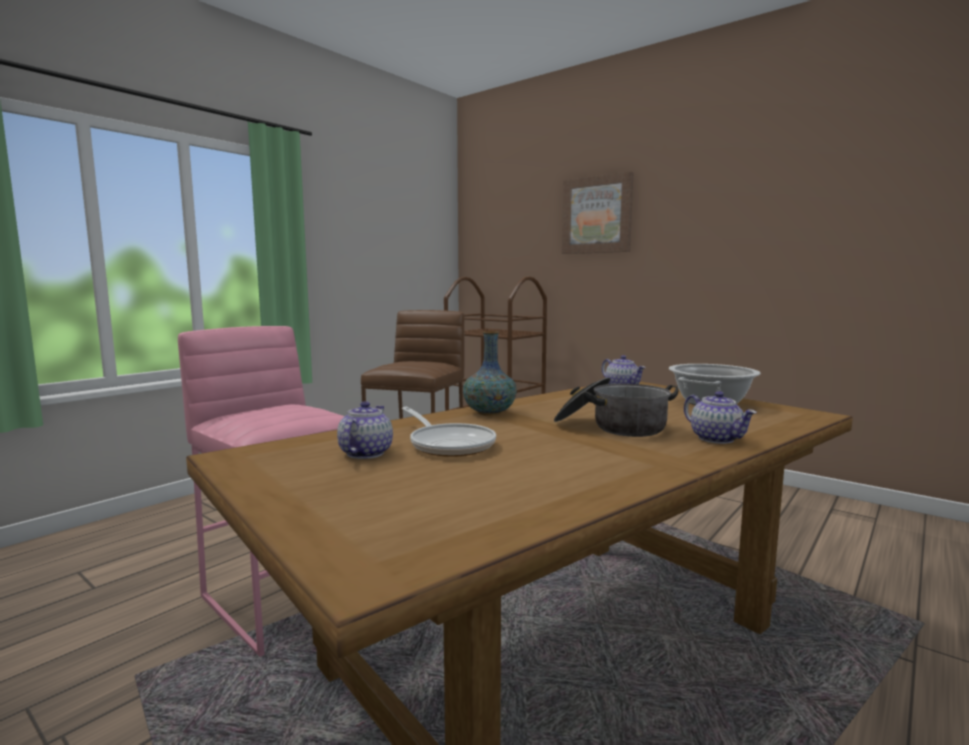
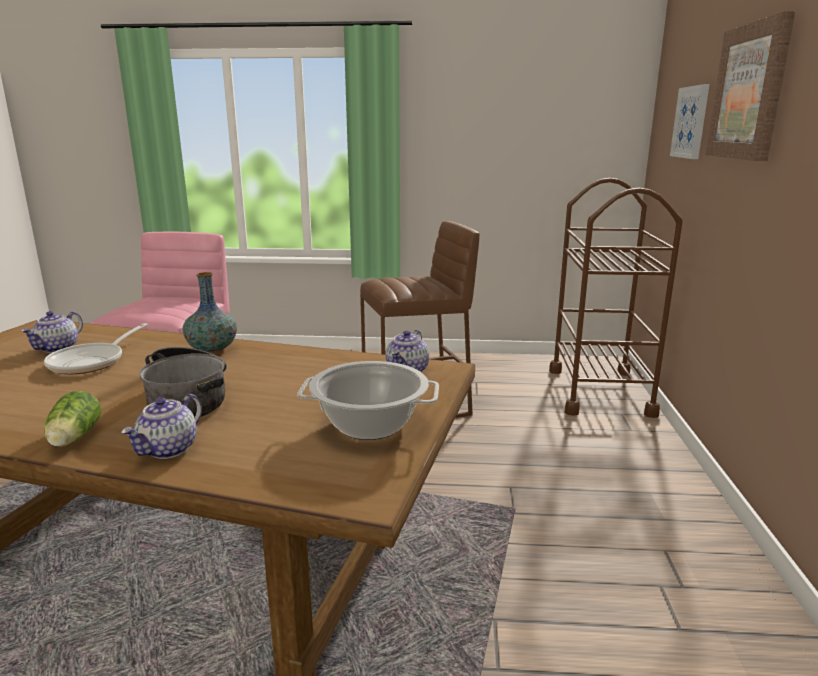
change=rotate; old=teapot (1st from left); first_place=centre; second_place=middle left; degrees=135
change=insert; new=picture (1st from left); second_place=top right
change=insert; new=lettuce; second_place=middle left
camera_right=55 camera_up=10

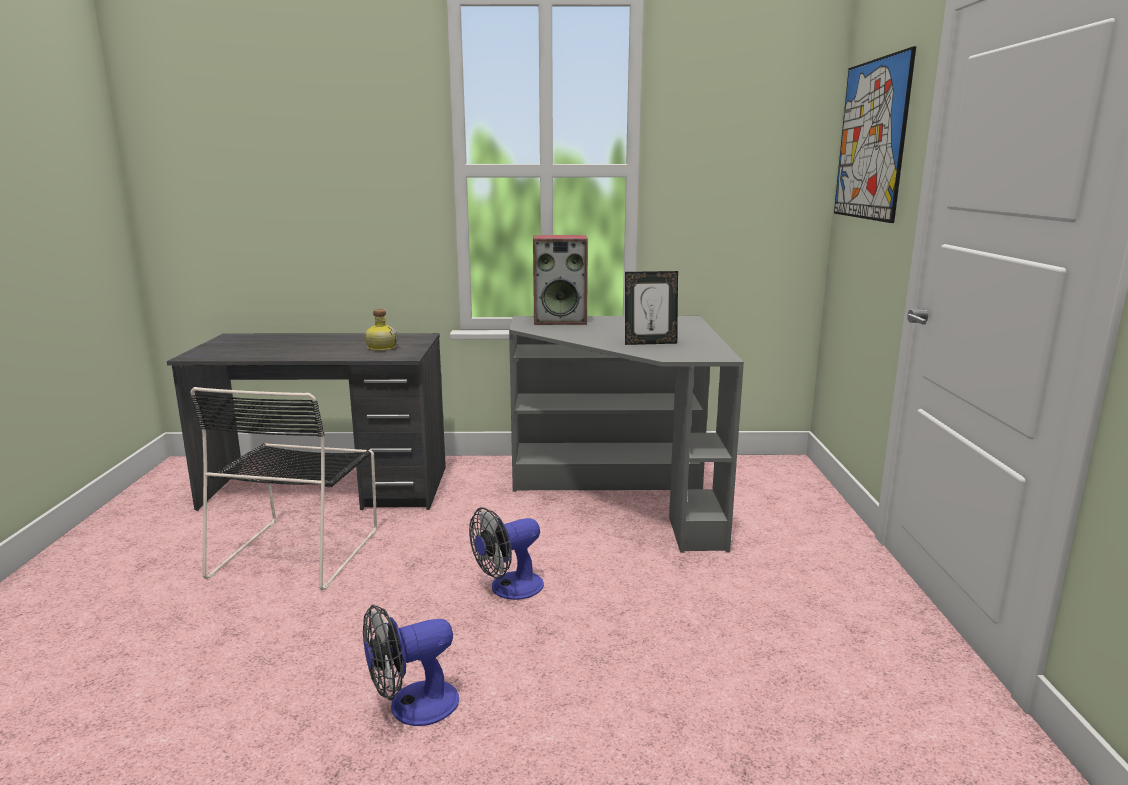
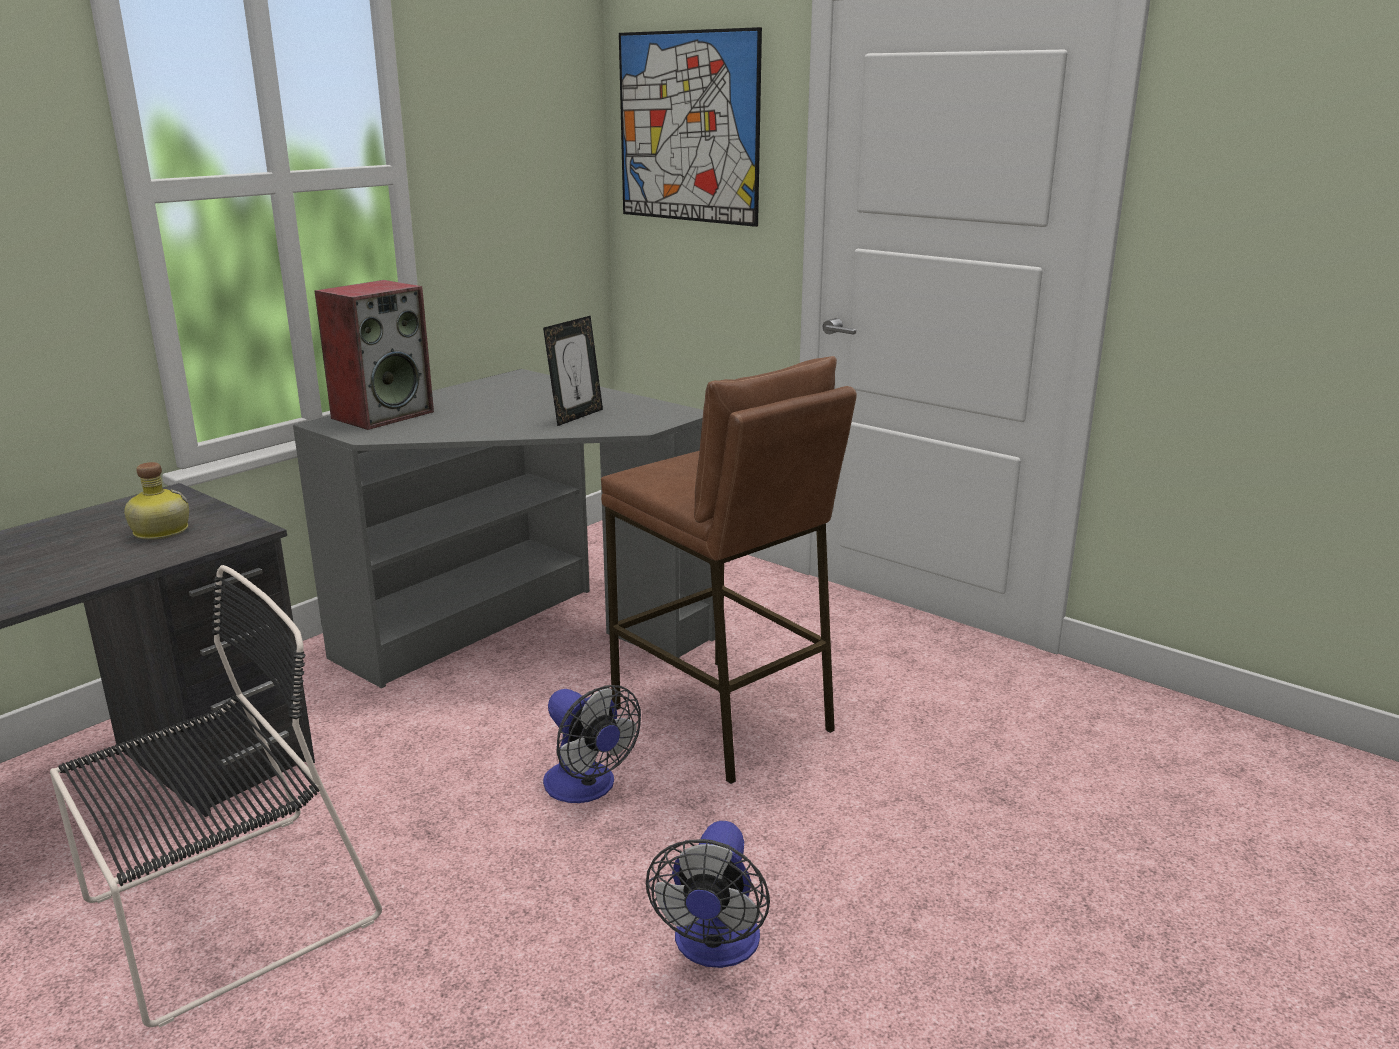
change=rotate; old=chair (black); first_place=middle left; second_place=bottom left; degrees=-90
change=rotate; old=fan (2nd from left in the first image); first_place=bottom centre; second_place=bottom centre; degrees=-45
change=insert; new=stool (brown); second_place=centre
camera_right=-50 camera_up=5

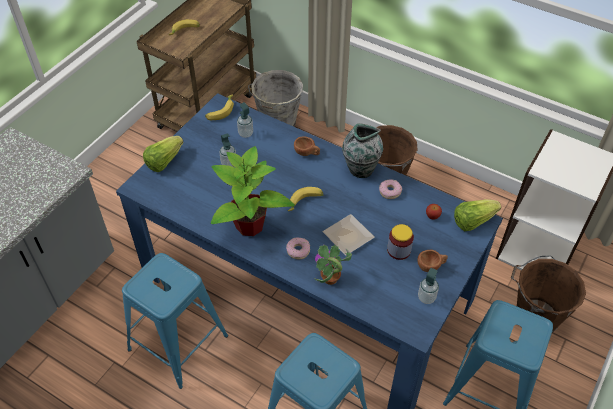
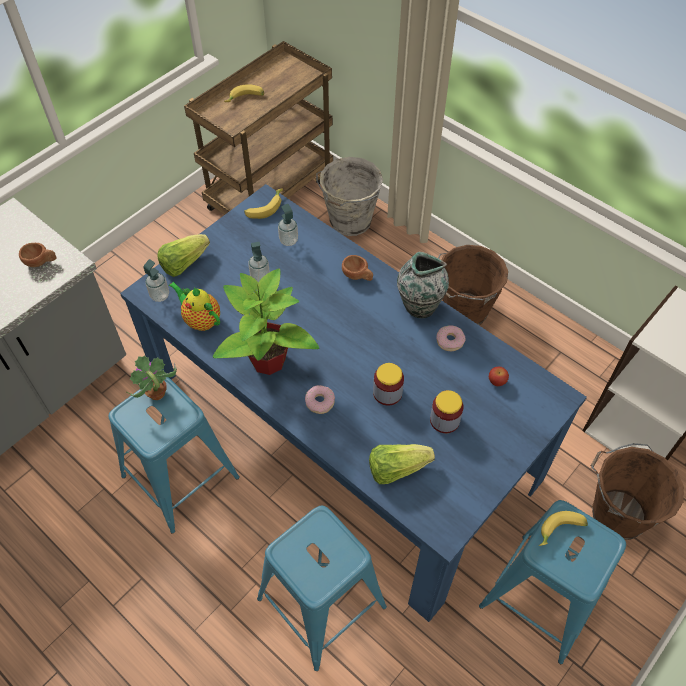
change=move; old=banana (3rd from left); first_place=centre; second_place=bottom right
change=move; old=lettuce (2nd from left); first_place=middle right; second_place=bottom centre
change=replace; old=plate; new=jar (1st from left); first_place=centre; second_place=centre
change=move; old=potted plant (2nd from left in the first image); new=potted plant (1st from left); first_place=centre; second_place=middle left
change=move; old=cup (brown) (2nd from left in the first image); new=cup (brown) (1st from left); first_place=middle right; second_place=middle left
change=move; old=soap dispenser (3rd from left in the first image); new=soap dispenser (1st from left); first_place=bottom right; second_place=middle left
change=insert; new=teapot; second_place=middle left
camera_right=10 camera_up=5

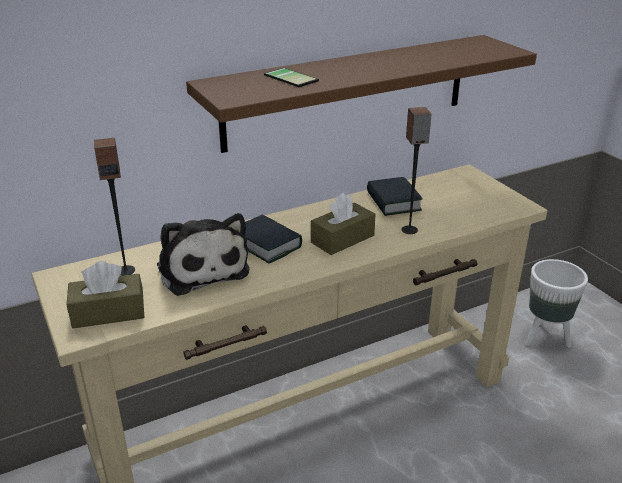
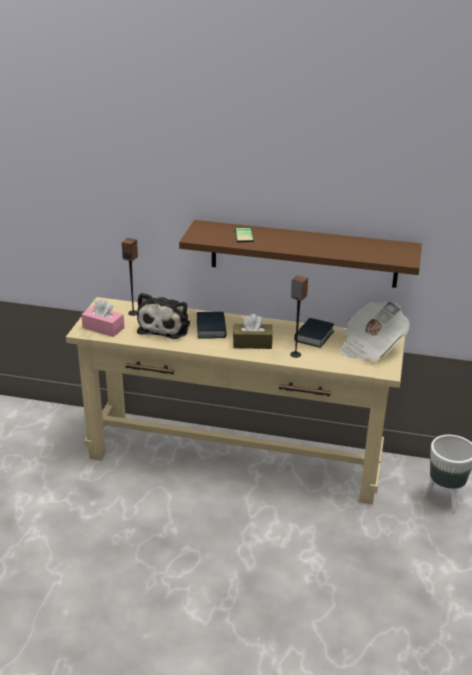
change=recolor; old=tissue box (brown) (1st from left); new=tissue box (pink); first_place=middle left; second_place=middle left
change=insert; new=newspaper; second_place=middle right
camera_right=40 camera_up=0

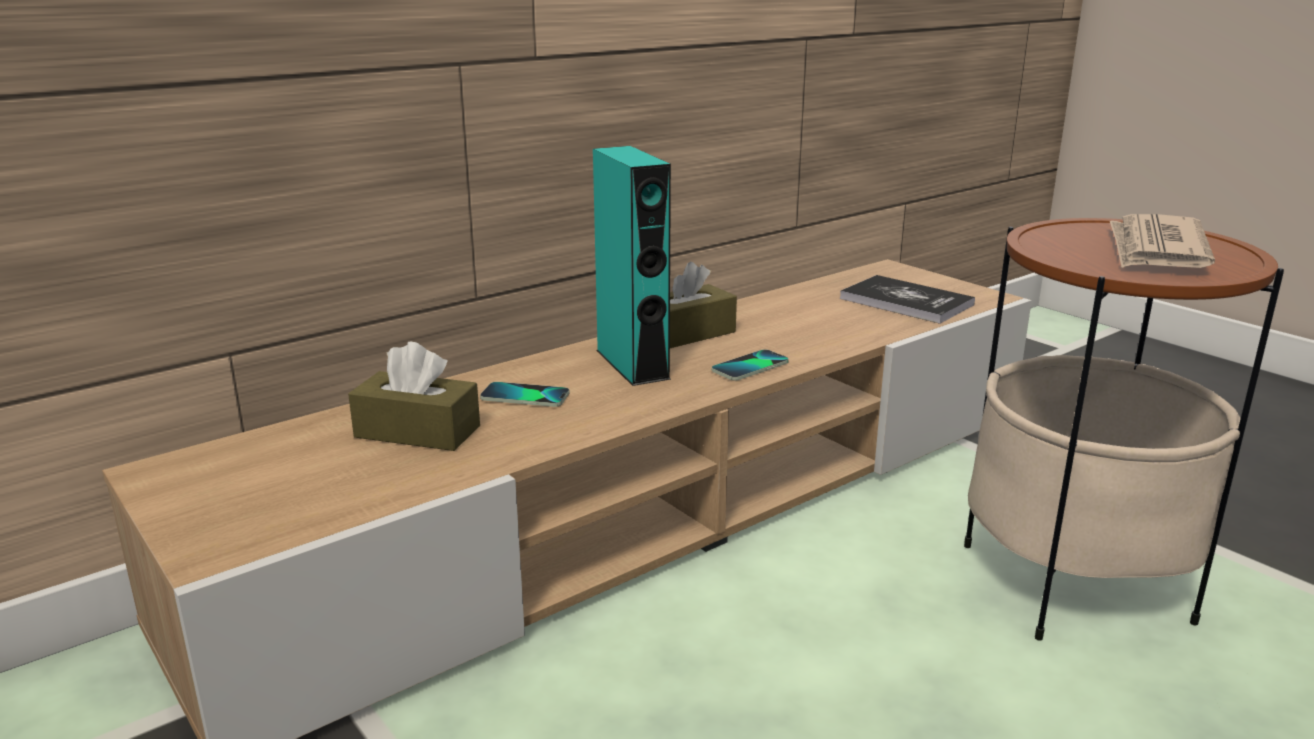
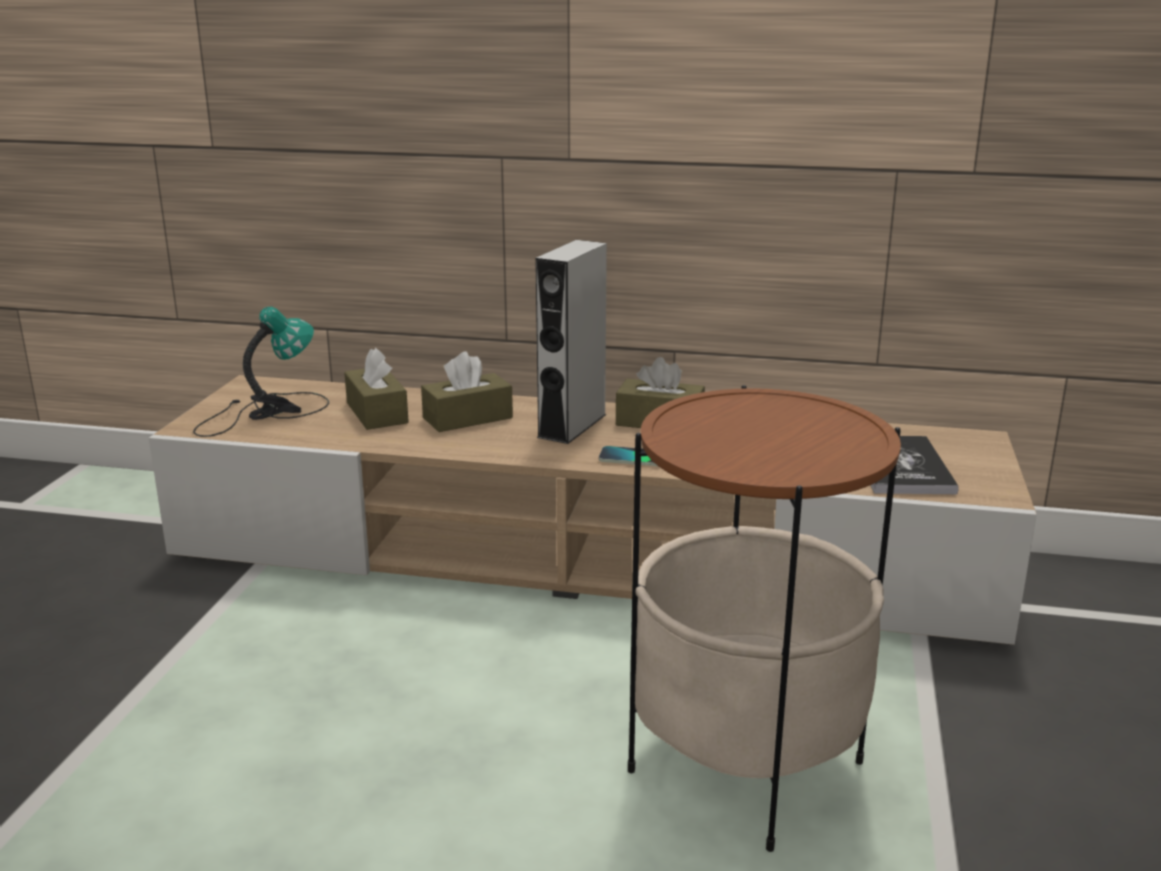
change=recolor; old=speaker (turquoise); new=speaker (grey); first_place=centre; second_place=centre
change=delete; old=newspaper; first_place=top right
change=replace; old=phone (1st from left); new=tissue box (brown) (2nd from left); first_place=centre; second_place=centre
change=insert; new=table lamp; second_place=middle left
camera_right=50 camera_up=0

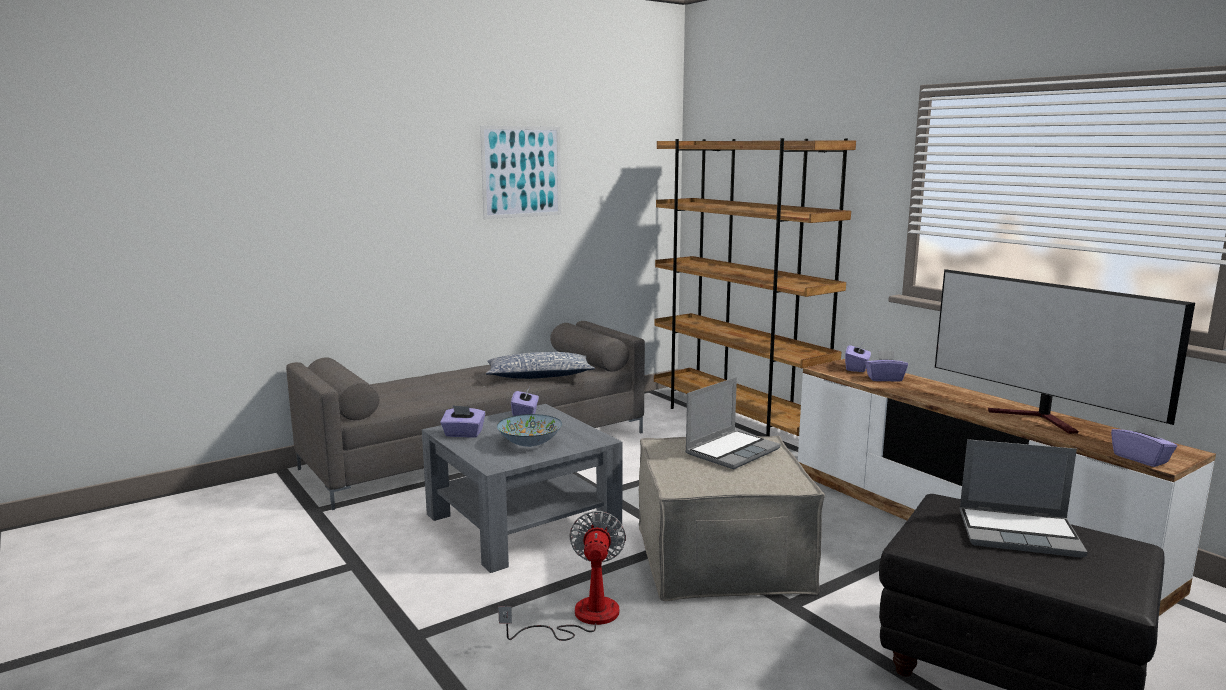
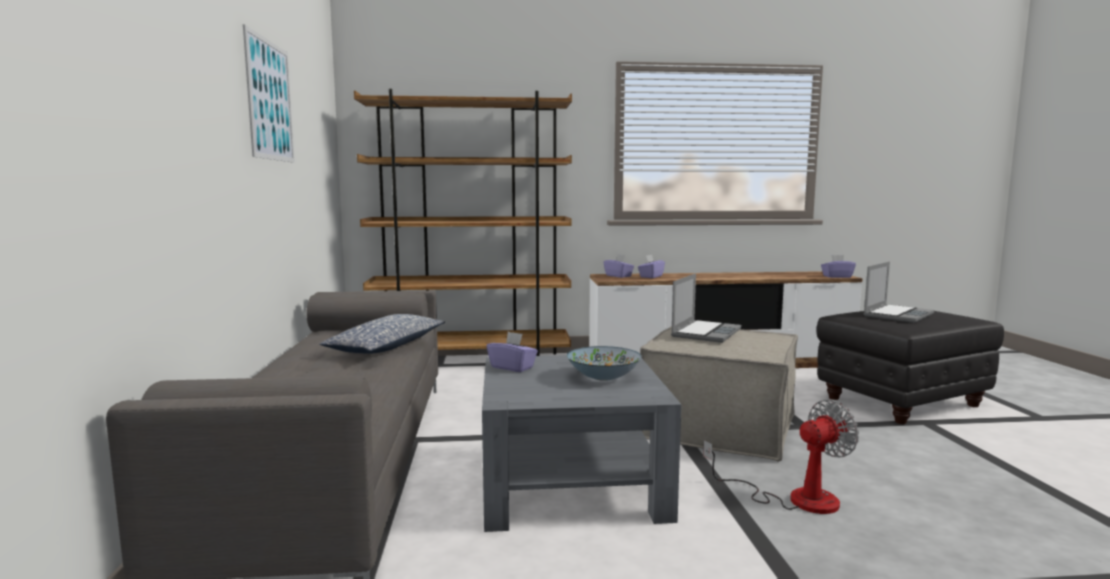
change=delete; old=television; first_place=middle right
change=rotate; old=laptop (1st from left); first_place=centre; second_place=centre; degrees=45
change=delete; old=tissue box (purple) (1st from left); first_place=centre
change=rotate; old=fan; first_place=bottom centre; second_place=bottom right; degrees=120
camera_right=-60 camera_up=-5

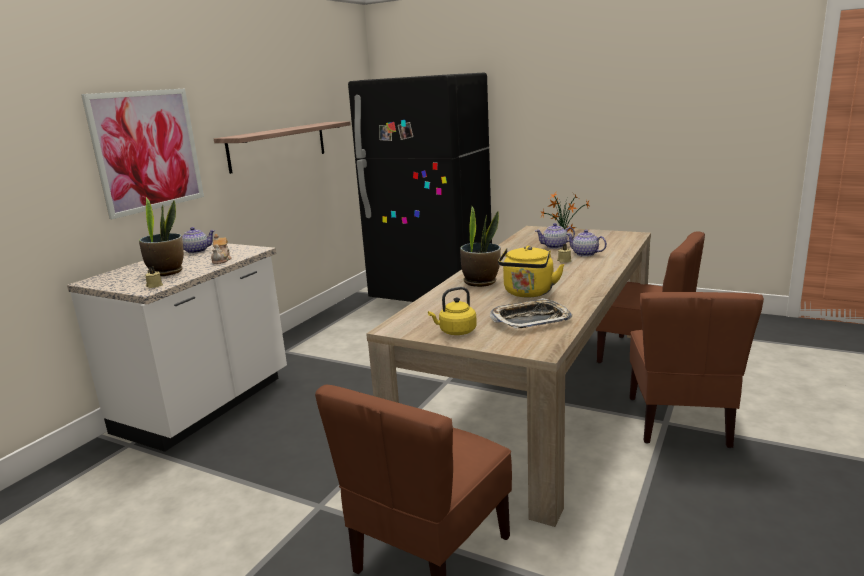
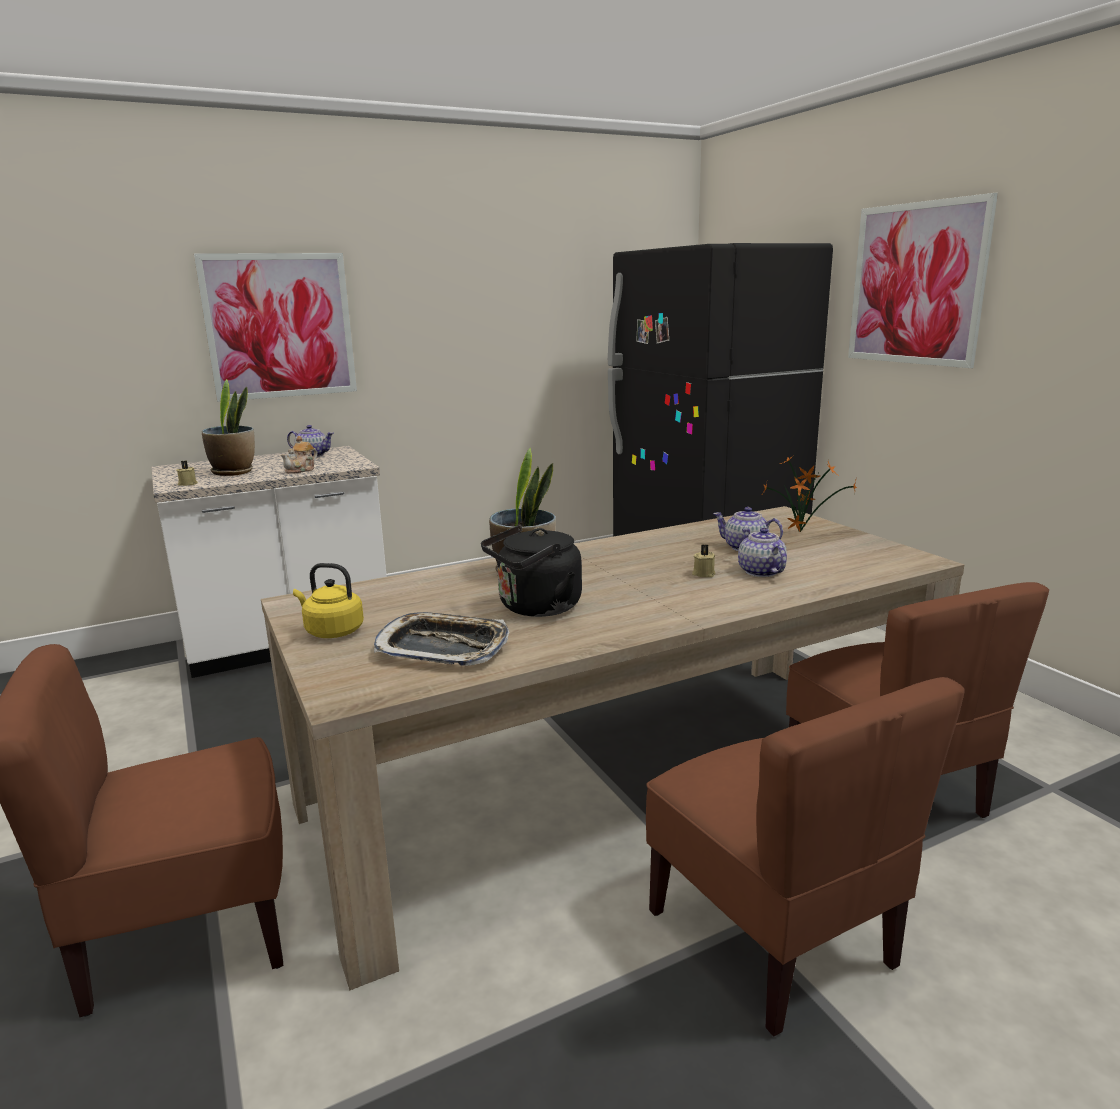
change=delete; old=shelf; first_place=top left
change=recolor; old=kettle (yellow) (2nd from left); new=kettle (black); first_place=centre; second_place=centre
change=rotate; old=chair (brown) (3rd from left in the first image); first_place=middle right; second_place=bottom right; degrees=-75
change=insert; new=picture (2nd from left); second_place=top right
camera_right=35 camera_up=0

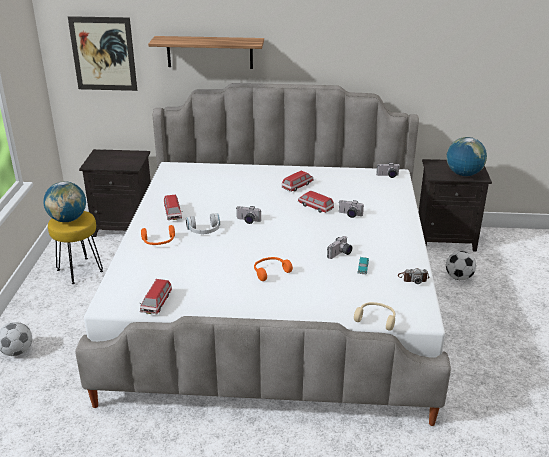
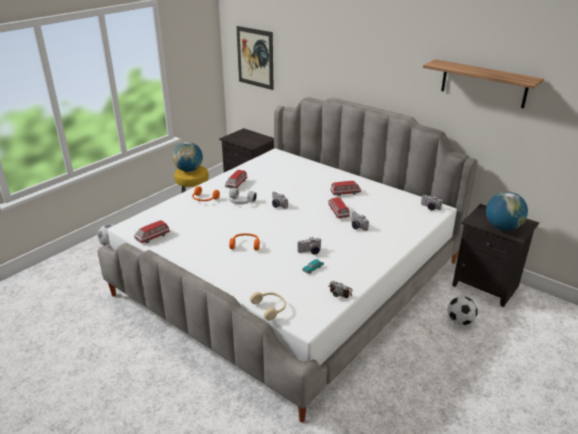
change=move; old=shelf; first_place=top centre; second_place=top right
camera_right=35 camera_up=0

